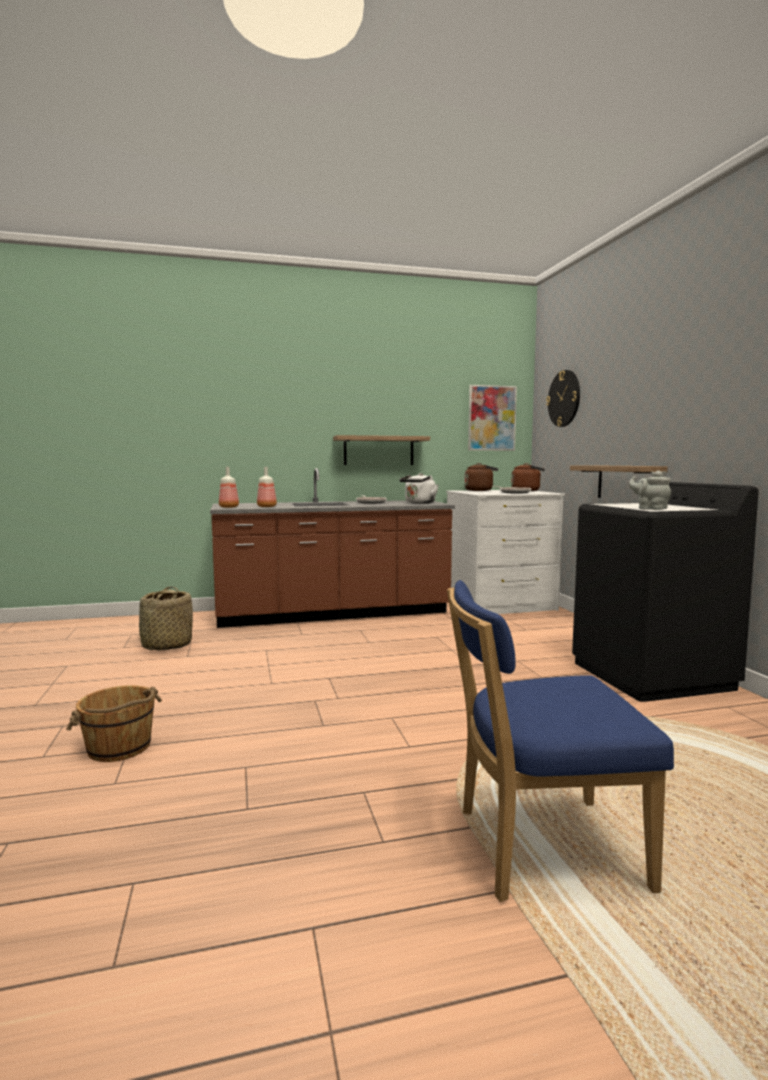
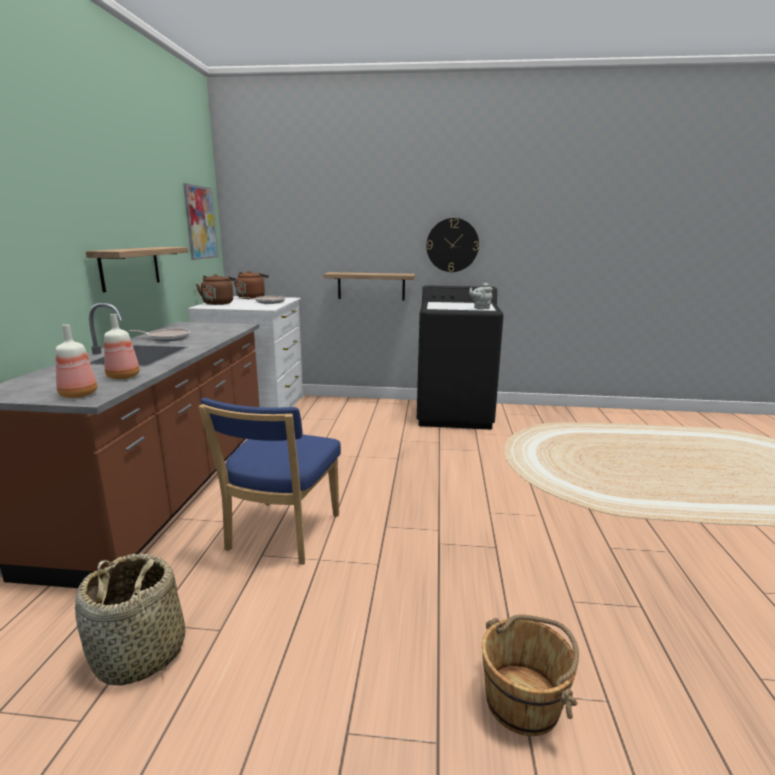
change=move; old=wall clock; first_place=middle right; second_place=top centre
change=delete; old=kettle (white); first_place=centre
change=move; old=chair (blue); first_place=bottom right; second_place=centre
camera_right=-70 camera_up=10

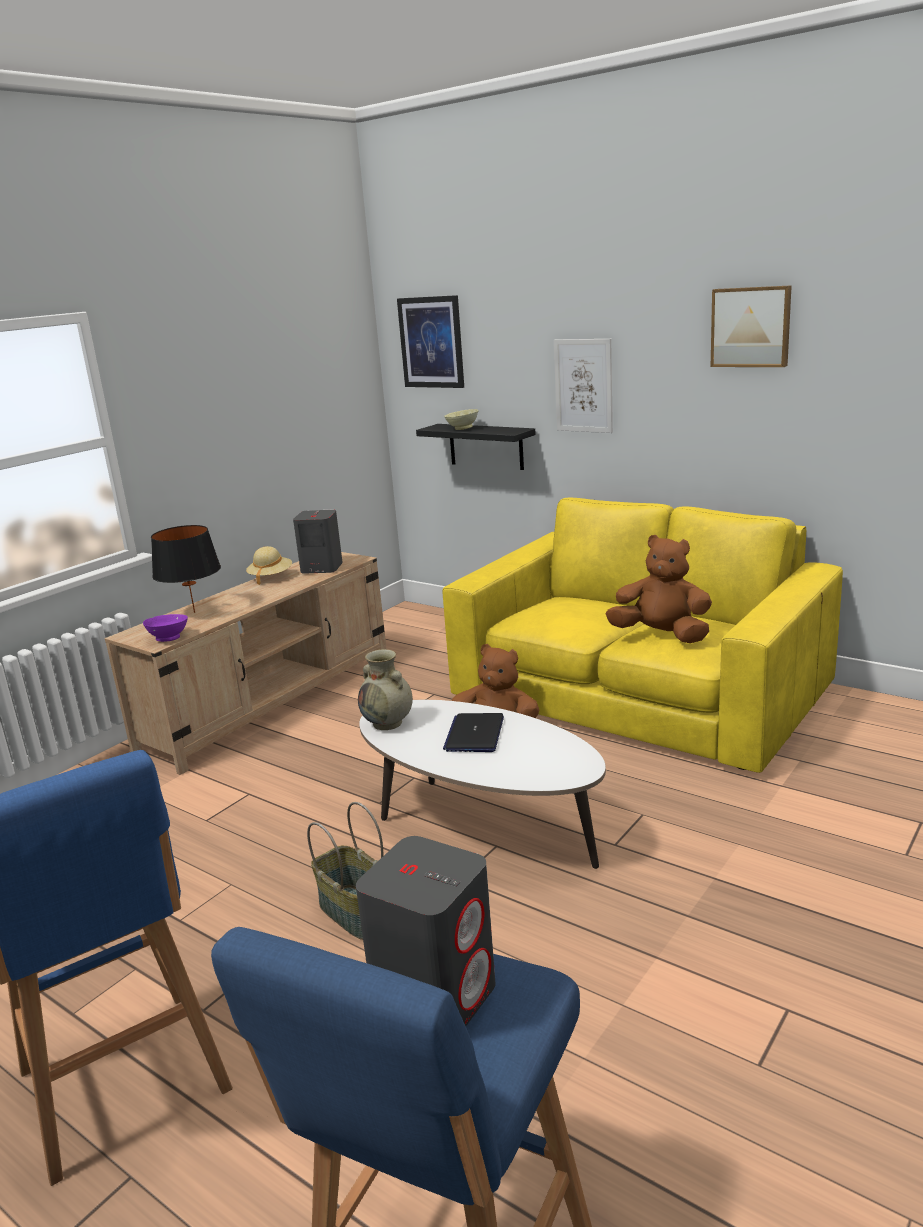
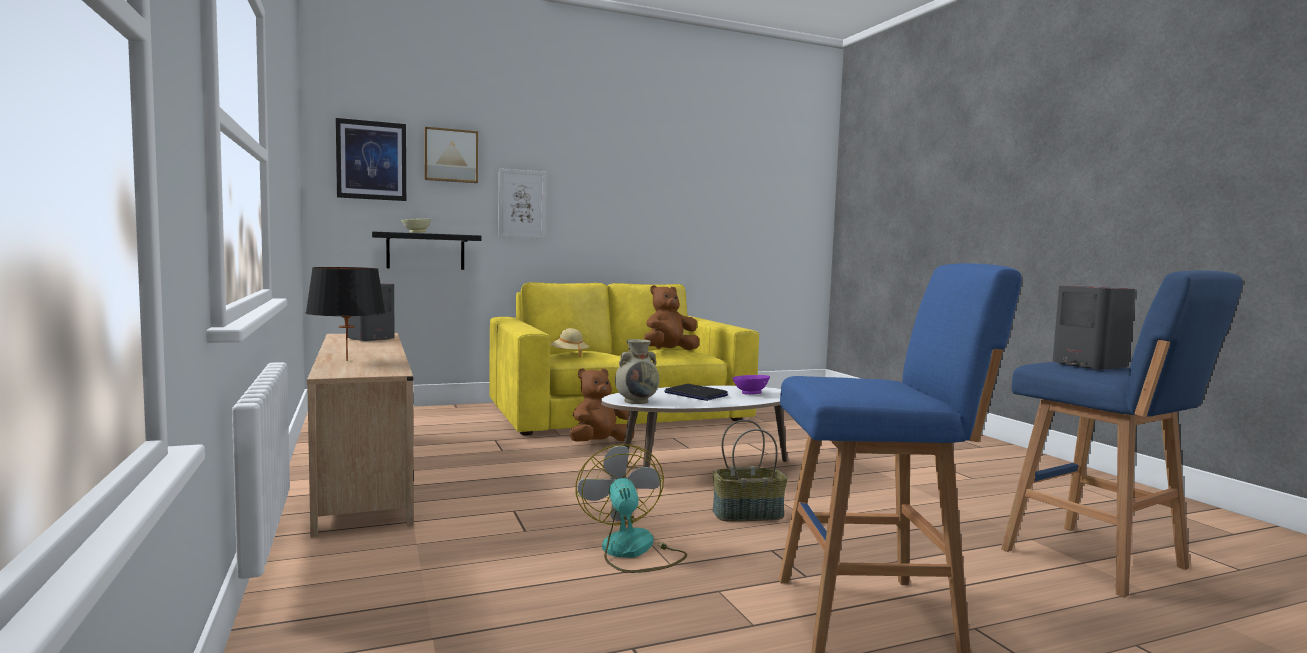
change=move; old=picture (3rd from left in the first image); new=picture (2nd from left); first_place=top right; second_place=top centre
change=move; old=hat (beige); first_place=middle left; second_place=centre
change=move; old=bowl (purple); first_place=middle left; second_place=centre
change=insert; new=fan; second_place=bottom centre
camera_right=-60 camera_up=-15

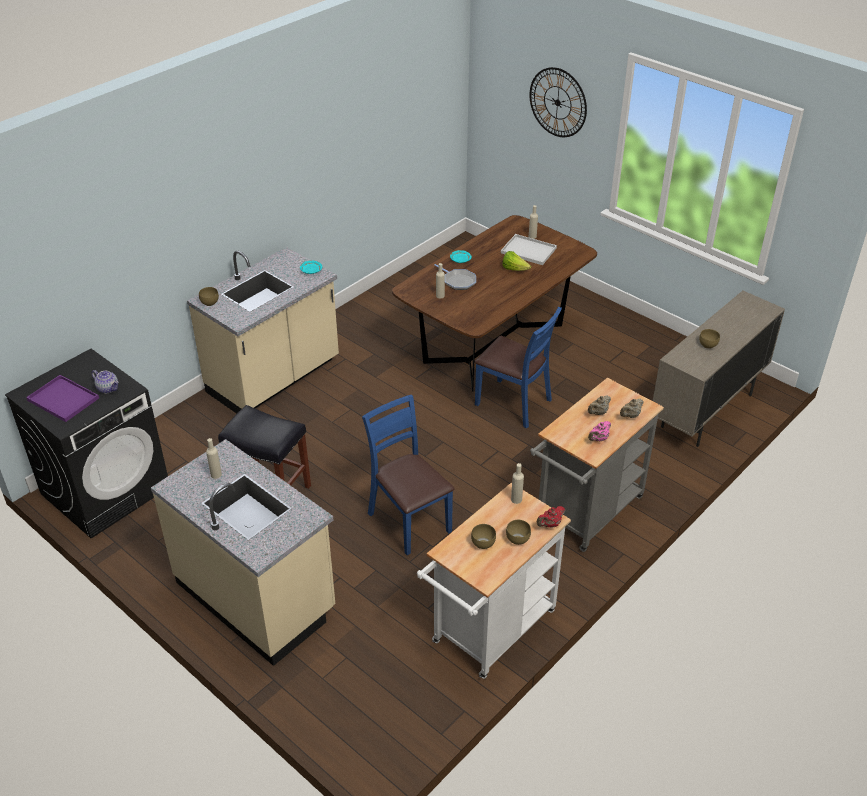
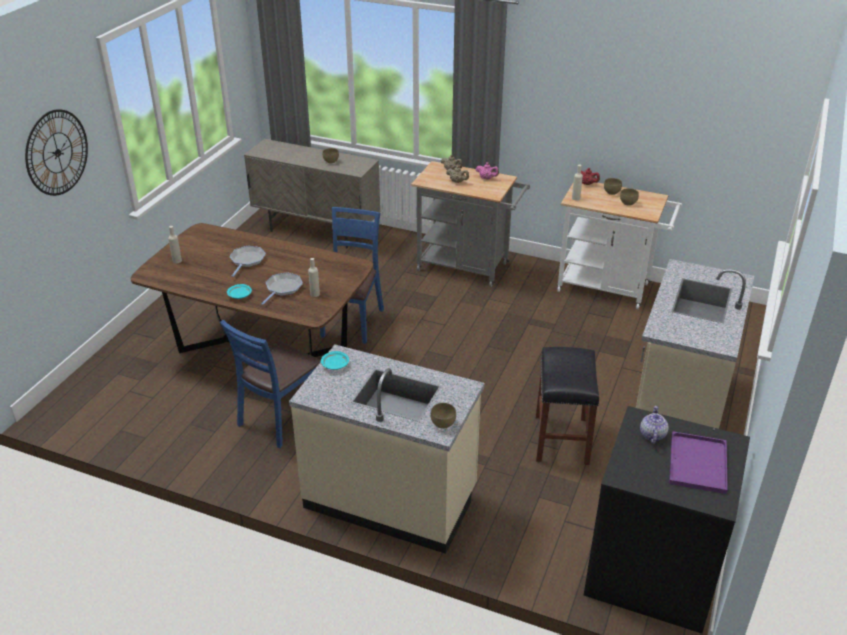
change=delete; old=tray (white); first_place=top centre
change=replace; old=lettuce; new=frying pan (1st from left); first_place=top centre; second_place=middle left
change=move; old=chair (blue) (1st from left); first_place=centre; second_place=middle left
change=delete; old=bottle (beige) (1st from left); first_place=middle left
camera_right=-110 camera_up=-5

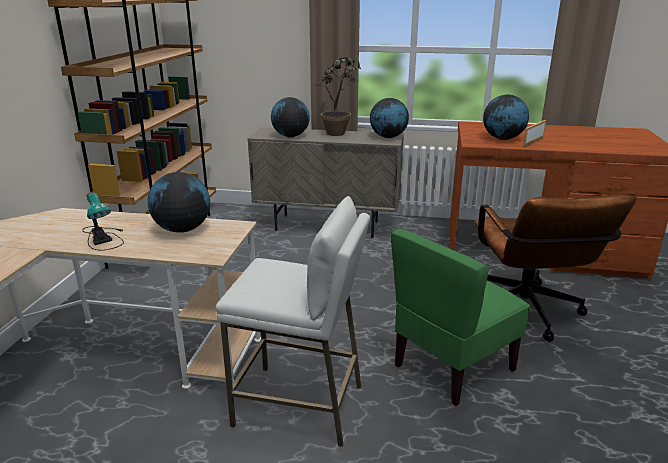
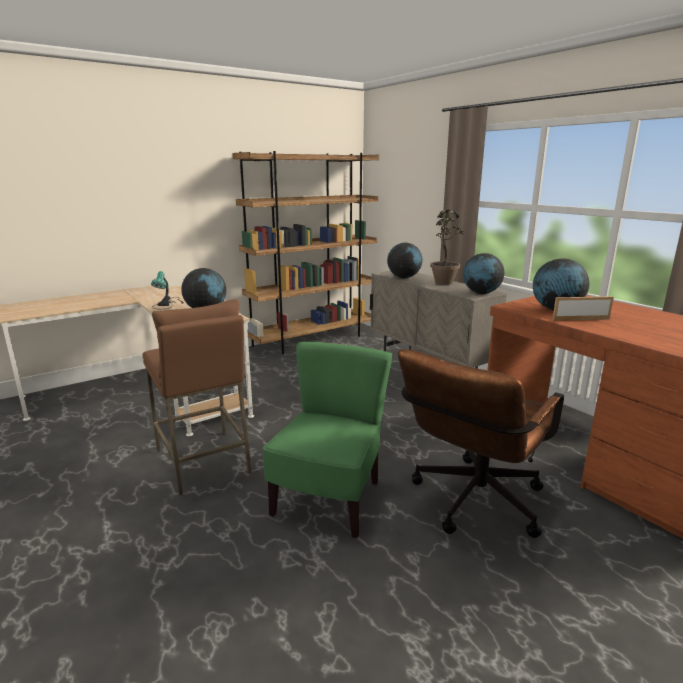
change=recolor; old=stool (white); new=stool (brown); first_place=bottom centre; second_place=middle left
change=rotate; old=chair (green); first_place=bottom right; second_place=centre; degrees=105
camera_right=45 camera_up=-5

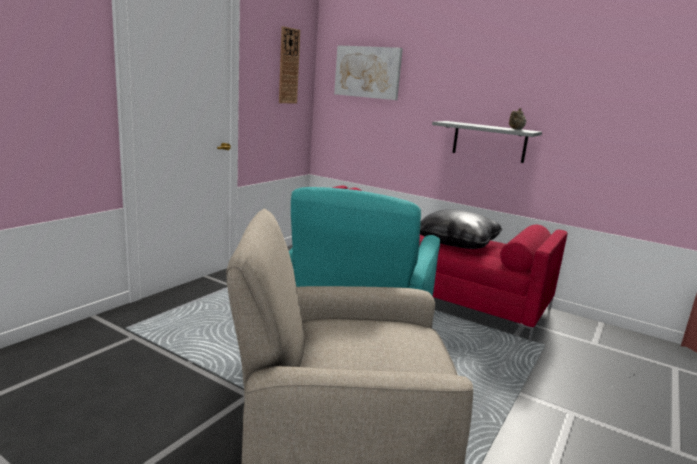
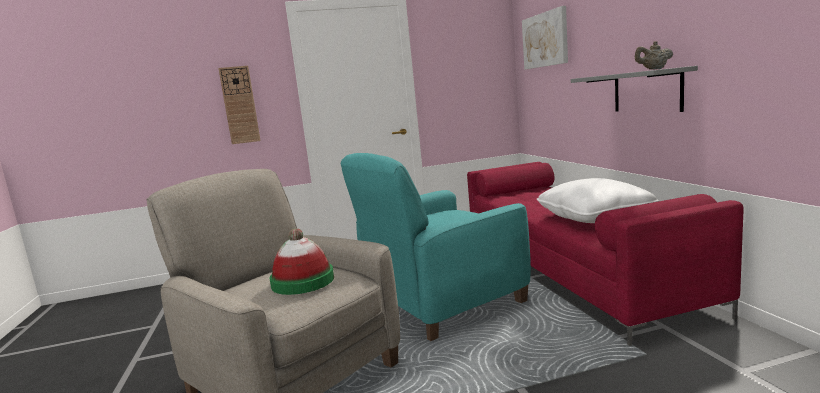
change=move; old=wall clock; first_place=top centre; second_place=top left
change=recolor; old=pillow (black); new=pillow (white); first_place=centre; second_place=middle right
change=insert; new=hat; second_place=centre
camera_right=45 camera_up=-5

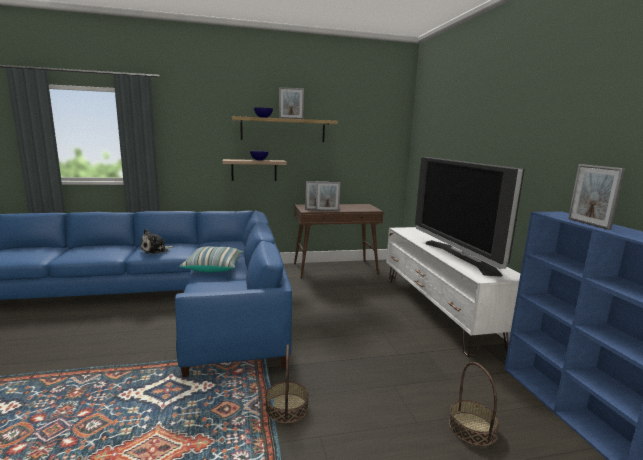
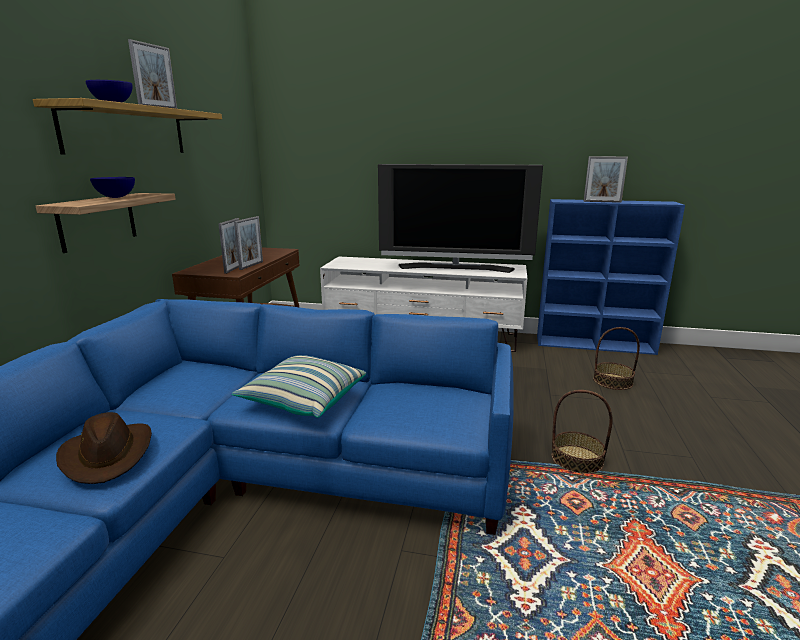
change=replace; old=plush toy; new=hat (brown); first_place=middle left; second_place=bottom left
camera_right=-65 camera_up=5

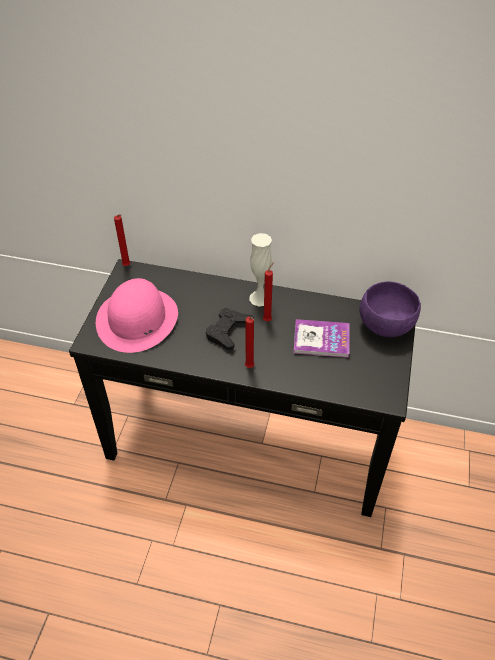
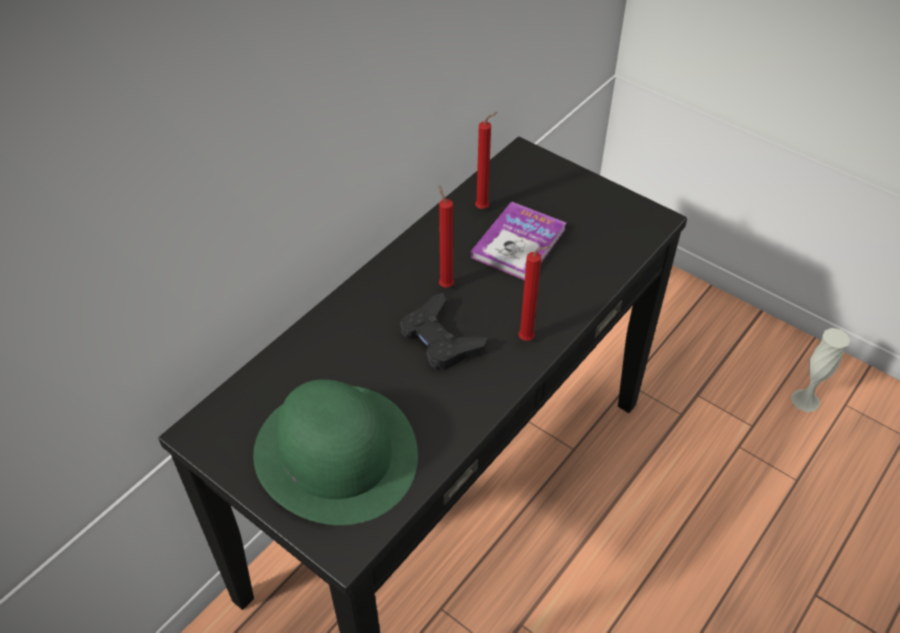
change=move; old=candle (red) (1st from left in the first image); new=candle (red) (2nd from left); first_place=middle left; second_place=top centre
change=move; old=vase (white); first_place=centre; second_place=middle right
change=recolor; old=hat (pink); new=hat (green); first_place=middle left; second_place=bottom centre
change=delete; old=bowl (purple); first_place=middle right
camera_right=-65 camera_up=0

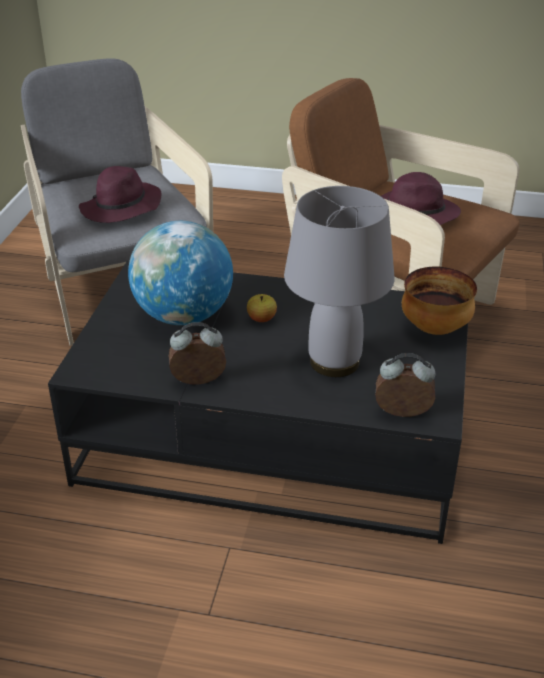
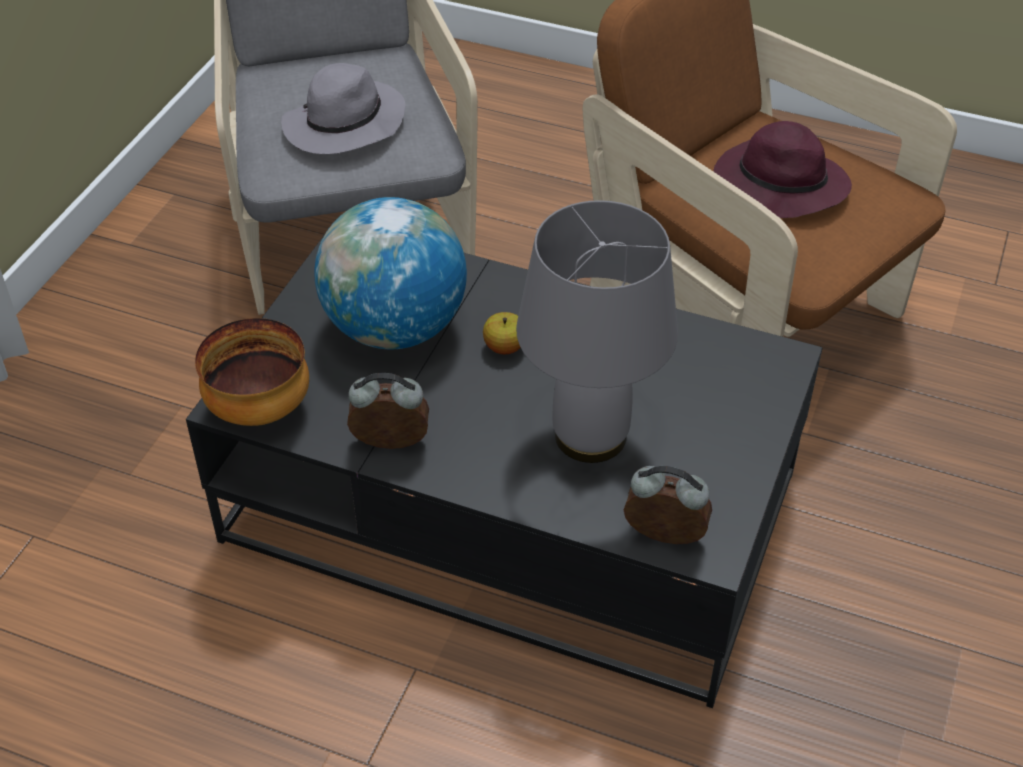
change=recolor; old=hat (purple) (1st from left); new=hat (grey); first_place=top left; second_place=top centre
change=move; old=bowl; first_place=middle right; second_place=middle left
camera_right=10 camera_up=10

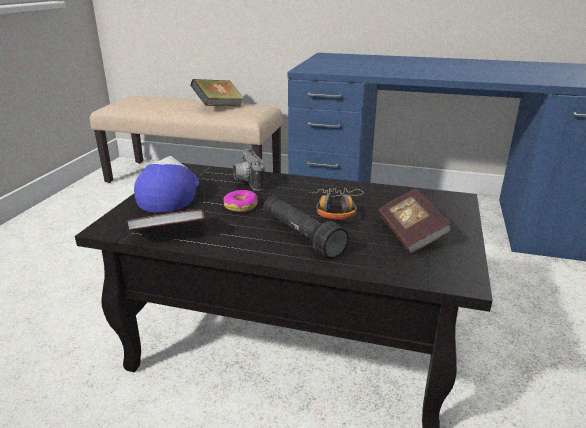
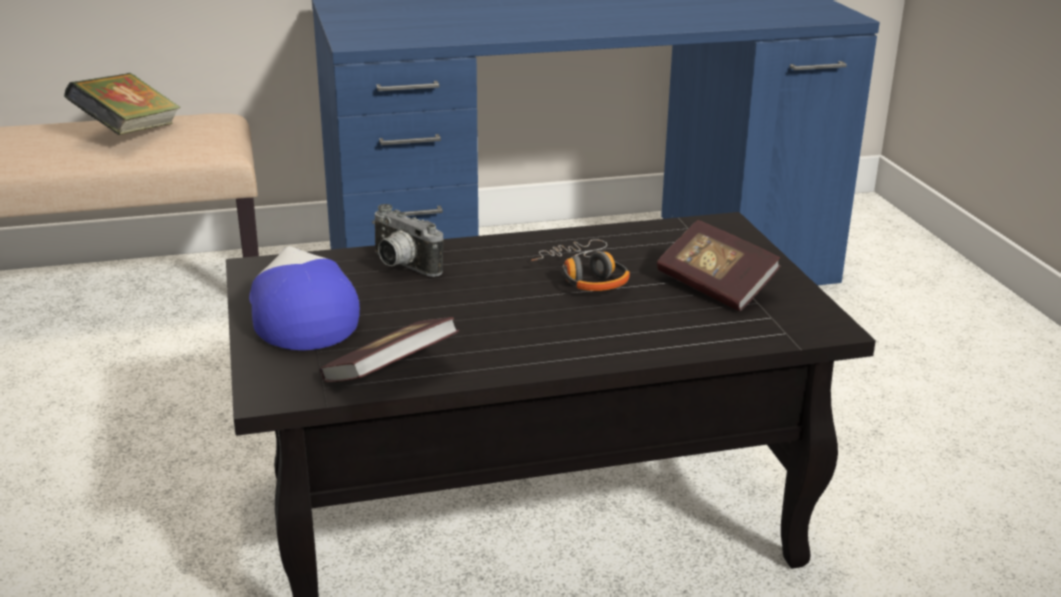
change=delete; old=donut; first_place=centre
change=delete; old=flashlight (black); first_place=centre
camera_right=-30 camera_up=0

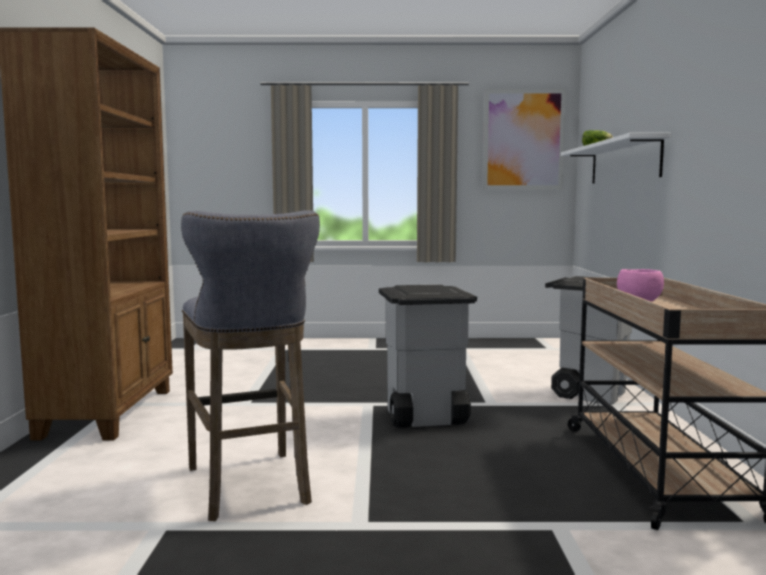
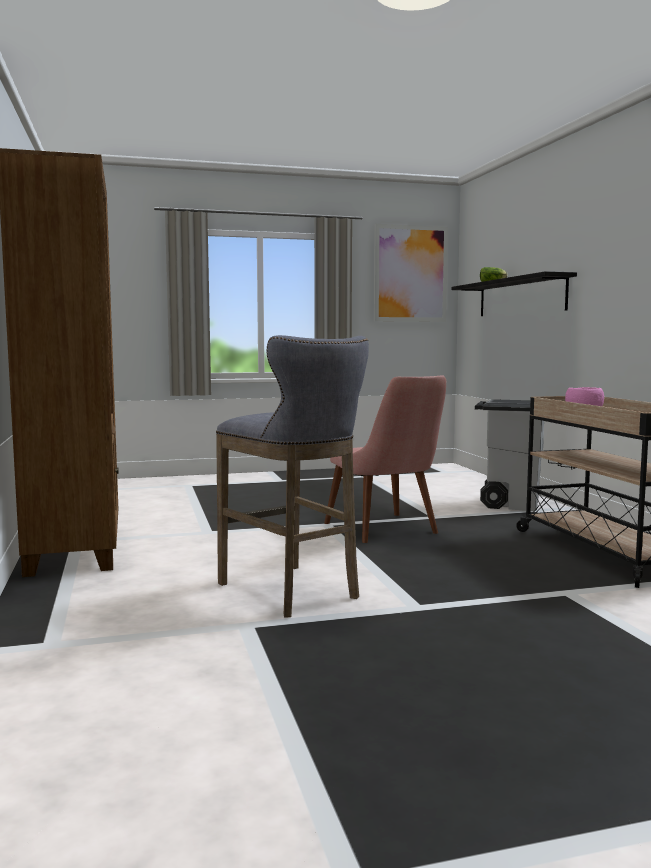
change=recolor; old=shelf (white); new=shelf (black); first_place=top right; second_place=middle right
change=replace; old=trash can (grey) (1st from left); new=chair (pink); first_place=centre; second_place=centre
camera_right=-15 camera_up=0

